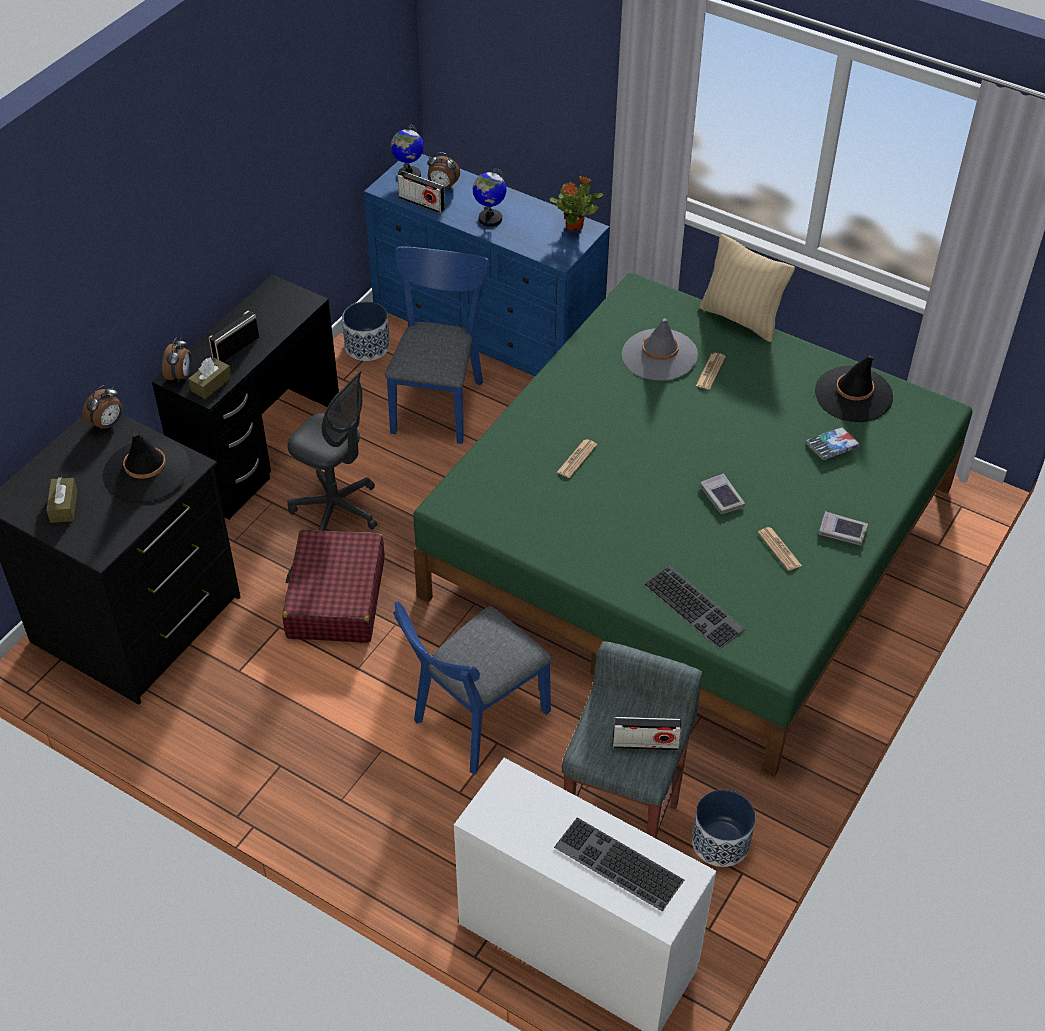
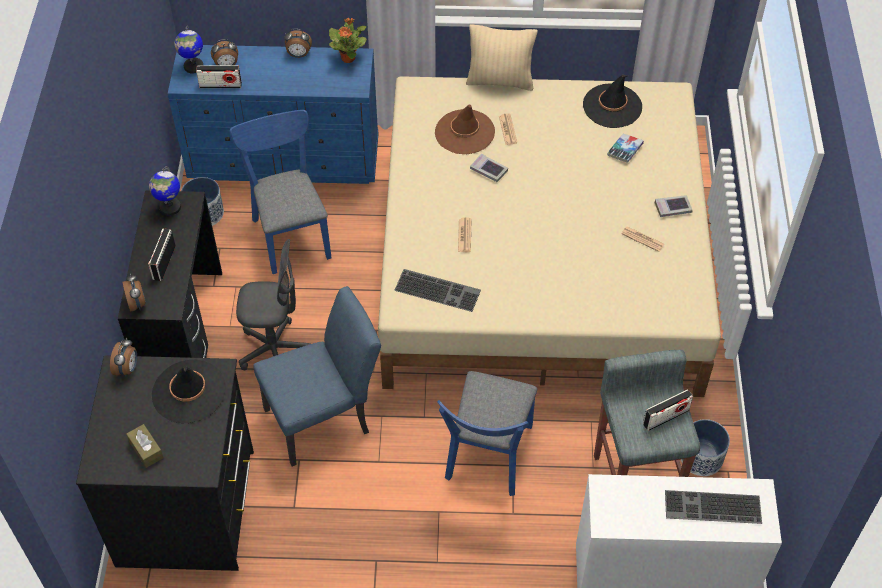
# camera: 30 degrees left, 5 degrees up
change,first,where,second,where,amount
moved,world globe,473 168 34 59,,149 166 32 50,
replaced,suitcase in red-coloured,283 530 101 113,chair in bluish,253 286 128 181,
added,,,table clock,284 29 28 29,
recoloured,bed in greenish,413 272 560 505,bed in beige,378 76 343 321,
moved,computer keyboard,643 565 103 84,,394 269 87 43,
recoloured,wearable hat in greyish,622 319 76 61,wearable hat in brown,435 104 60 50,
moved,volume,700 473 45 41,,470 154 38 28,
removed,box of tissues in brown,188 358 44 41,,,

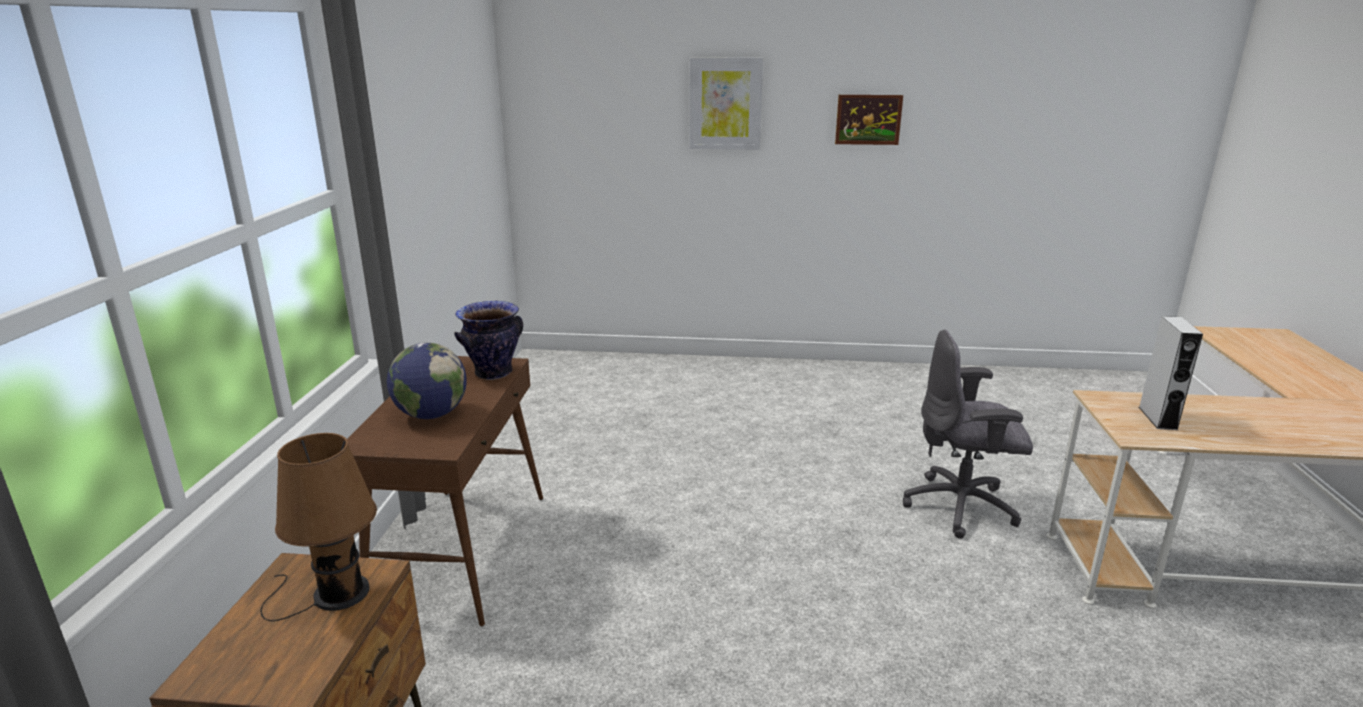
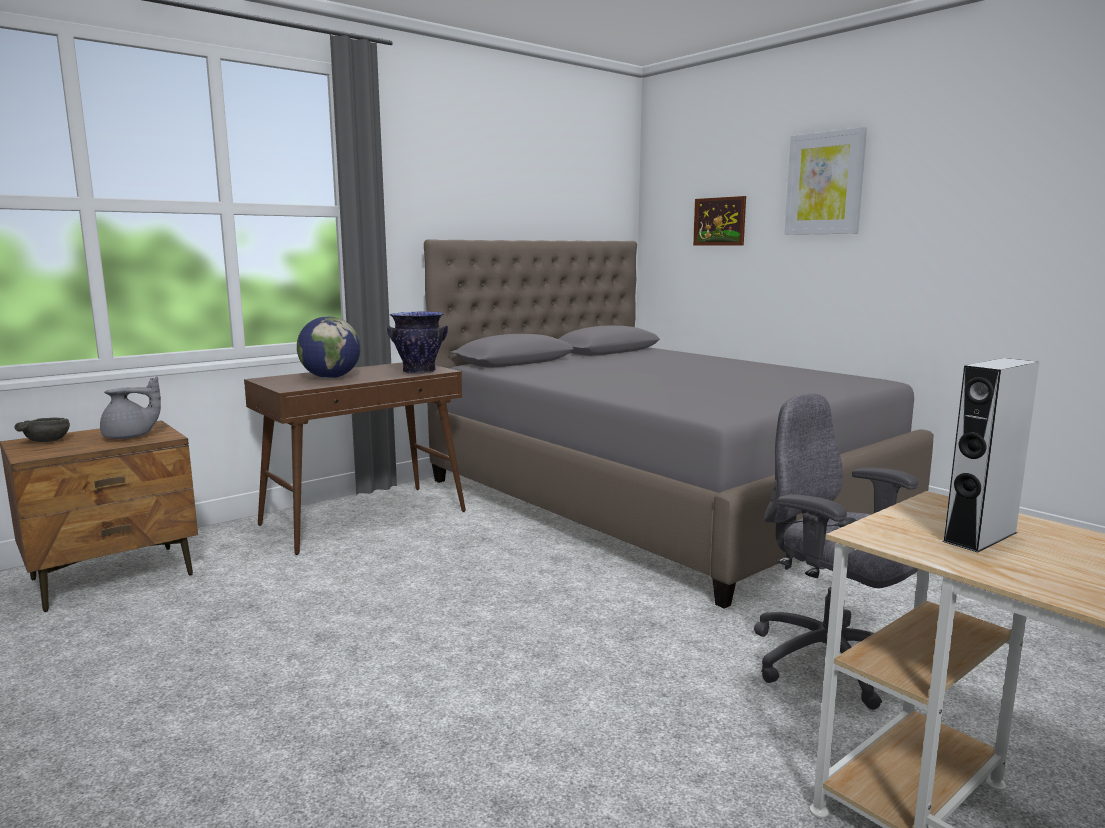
# camera: 45 degrees right, 10 degrees down
change,first,where,second,where,amount
added,,,serving bowl in greyish,14 418 56 24,
replaced,lamp for a table in brown,260 433 117 188,teapot in greyish,100 376 61 63,
added,,,bed in greyish,424 239 510 370,
moved,wall picture,835 95 68 50,,693 196 53 50,

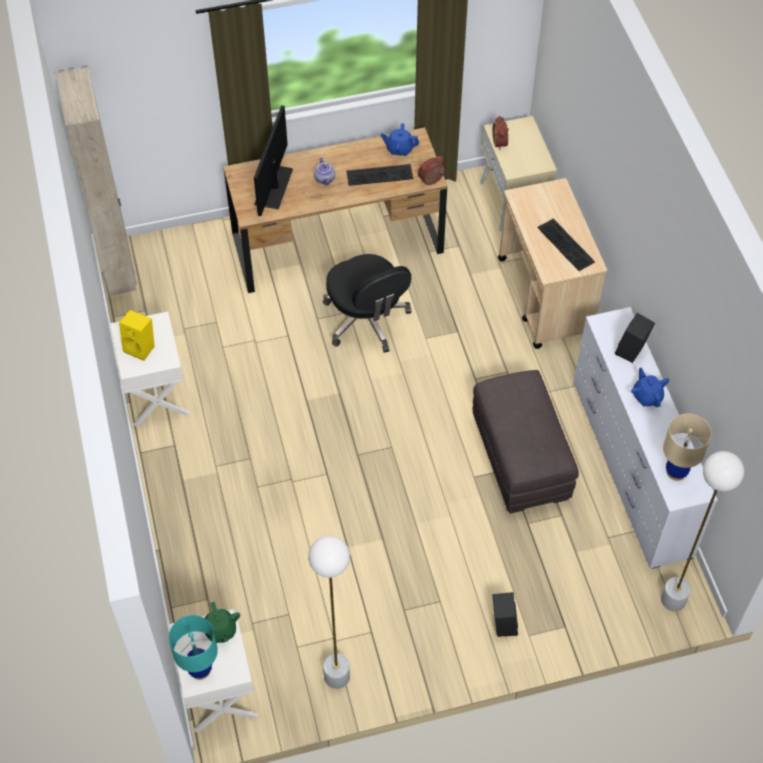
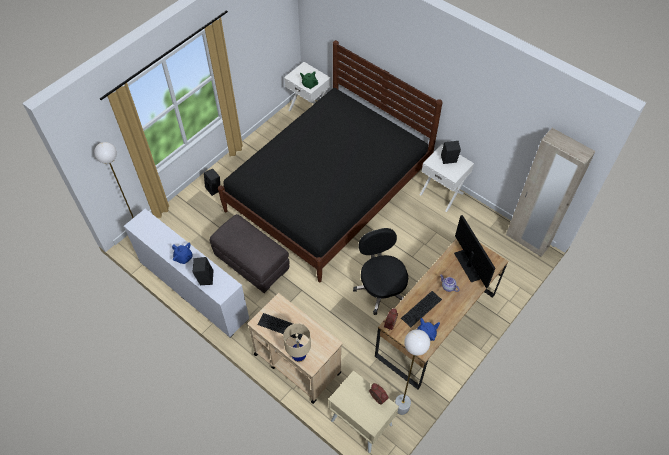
# camera: 145 degrees right, 0 degrees up
change,first,where,second,where,amount
added,,,bed in blackish,218 40 225 243,
moved,lamp for a table in beige,663 414 49 67,,283 323 28 39,
turned,computer chair in blackish,323 254 88 99,,353 228 55 87,45 degrees clockwise
moved,standard lamp in white,308 535 42 154,,395 329 35 86,
recoloured,speaker in yellow,119 310 36 51,speaker in blackish,441 141 20 23,
removed,lamp for a table in blue-green,169 615 49 65,,,

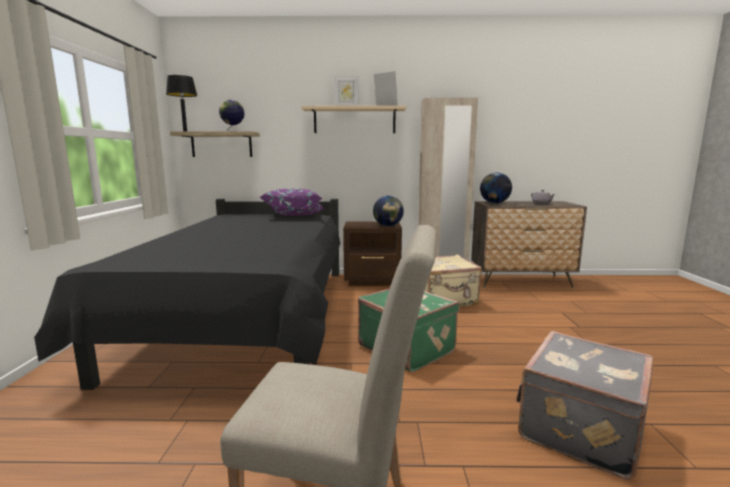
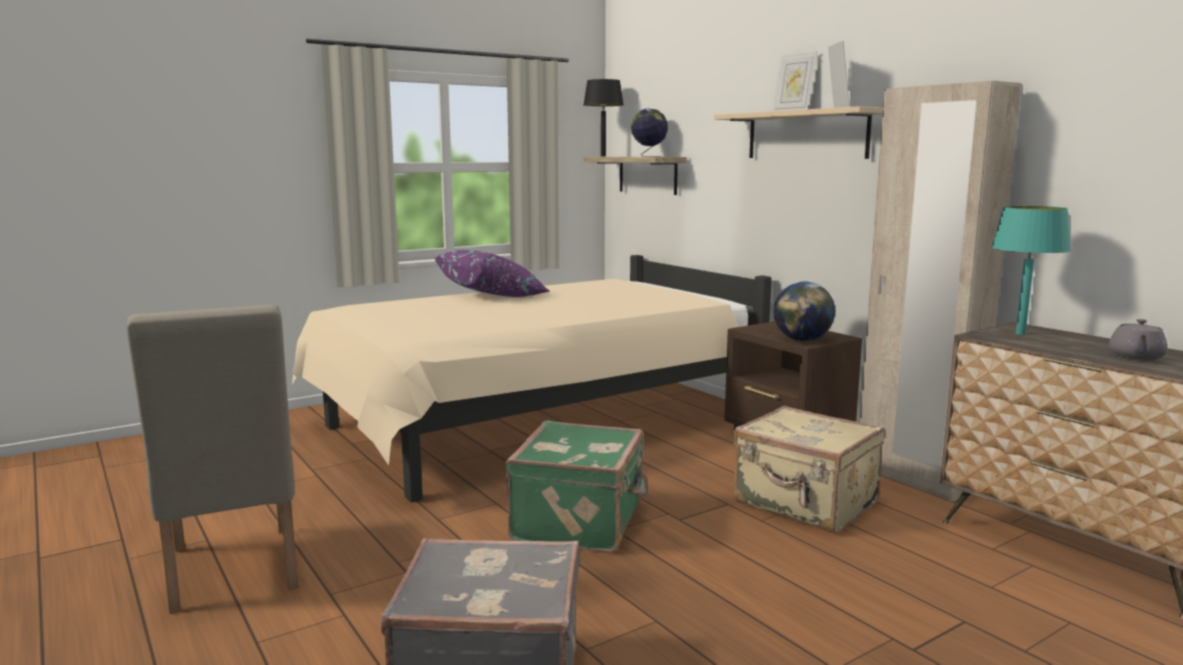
# camera: 55 degrees right, 0 degrees up
change,first,where,second,where,amount
recoloured,bed in blackish,34 199 306 191,bed in beige,292 255 480 248,
moved,throw pillow in purplish,260 189 64 26,,435 250 114 47,
replaced,world globe,480 172 32 32,lamp for a table in blue-green,992 206 79 129,

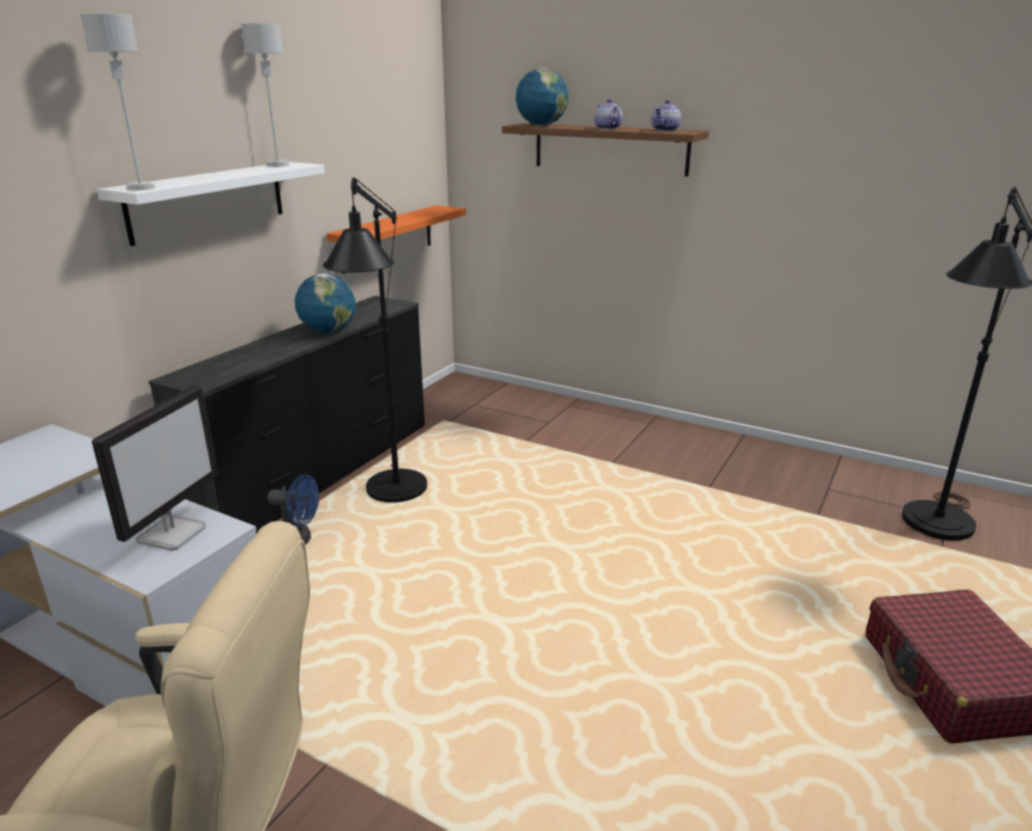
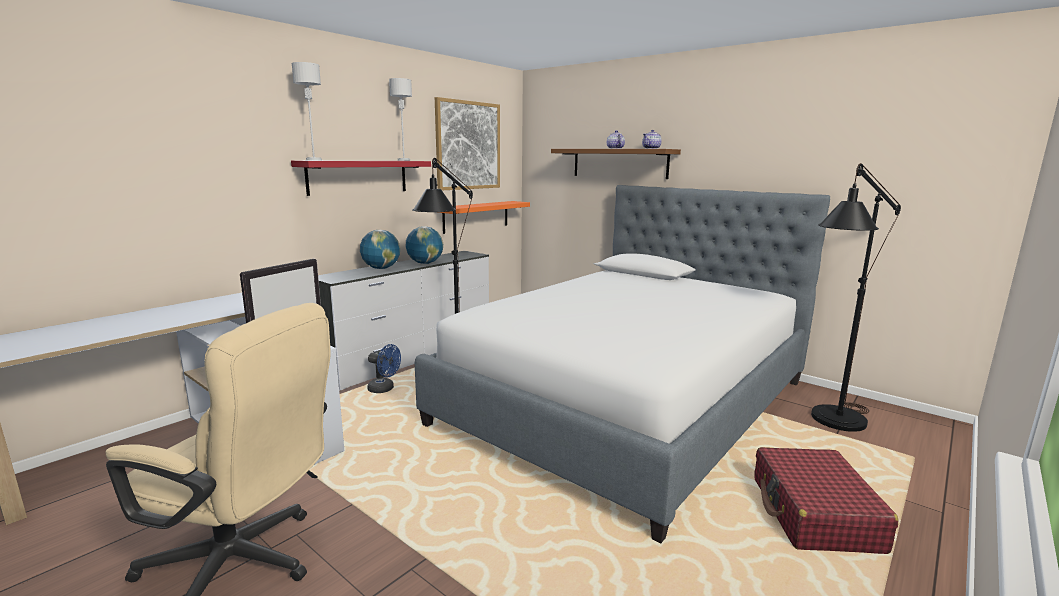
# camera: 10 degrees right, 10 degrees down
change,first,where,second,where,amount
recoloured,bracket shelf in white,97 162 228 84,bracket shelf in red-coloured,291 160 140 36,
recoloured,drawer chest in blackish,148 296 277 237,drawer chest in white,318 251 171 140,
moved,world globe,516 68 53 58,,360 230 40 39,
added,,,bed,415 185 415 358,
added,,,wall picture,435 97 65 93,

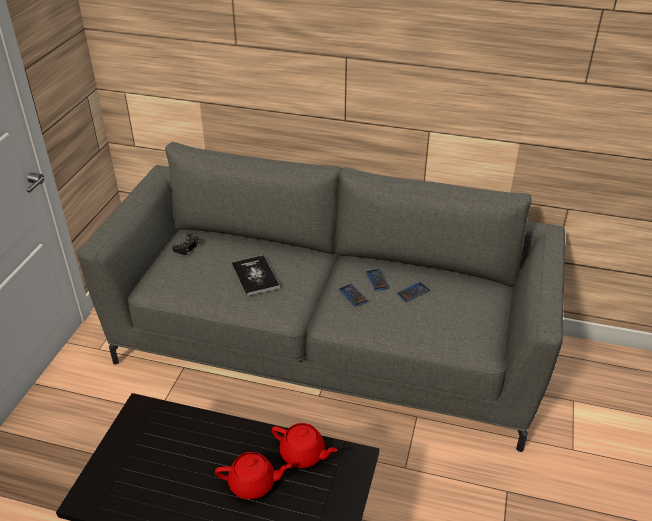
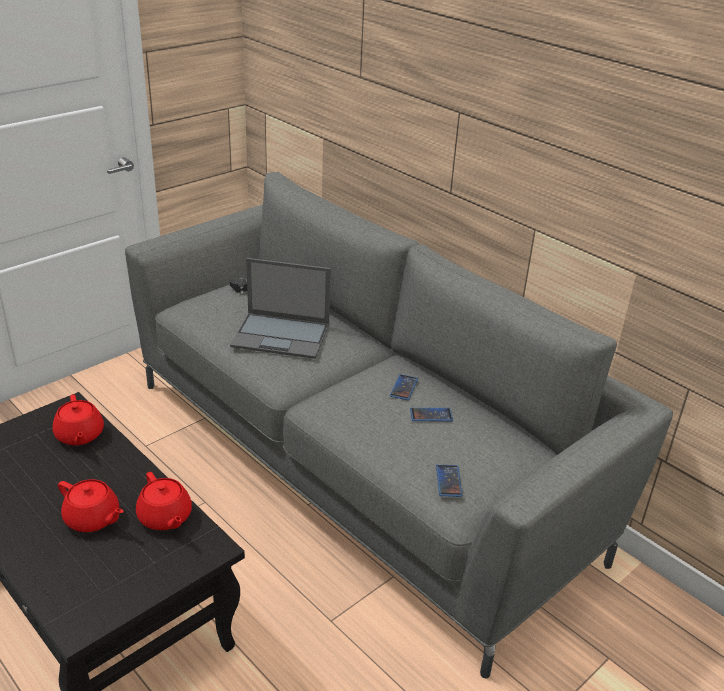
# camera: 30 degrees right, 5 degrees down
change,first,where,second,where,amount
added,,,teapot in red-coloured,53 394 51 52,
replaced,volume,232 255 48 41,notebook computer,230 258 101 101,
moved,phone,338 284 30 23,,436 465 26 32,

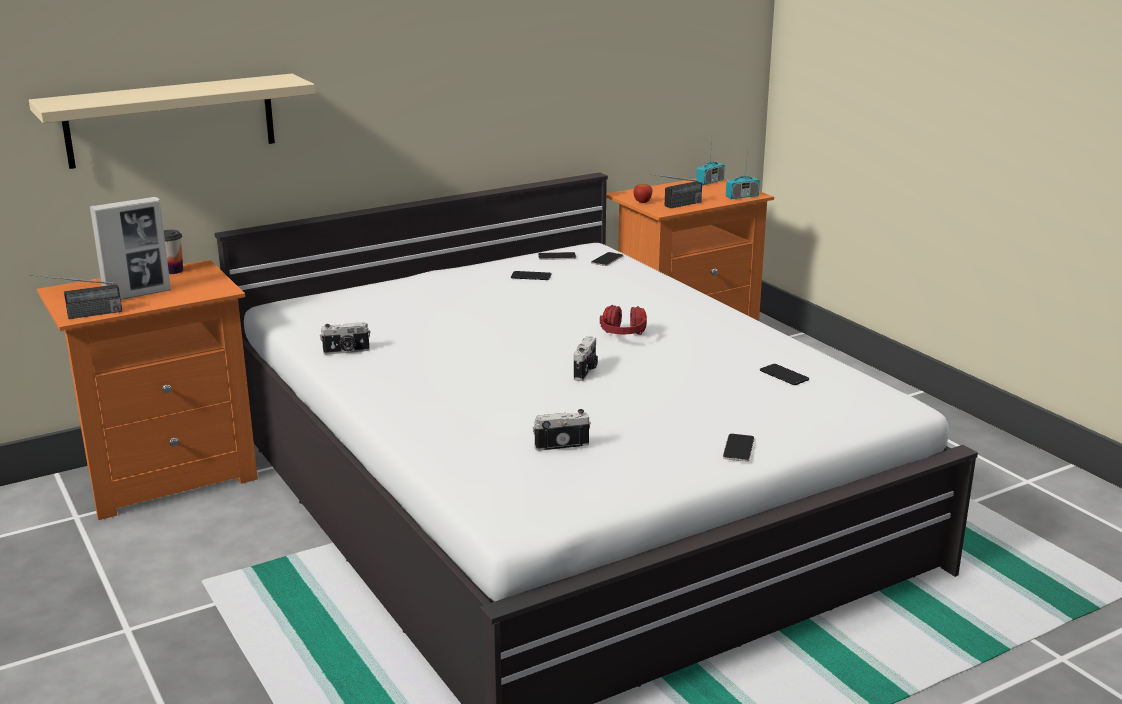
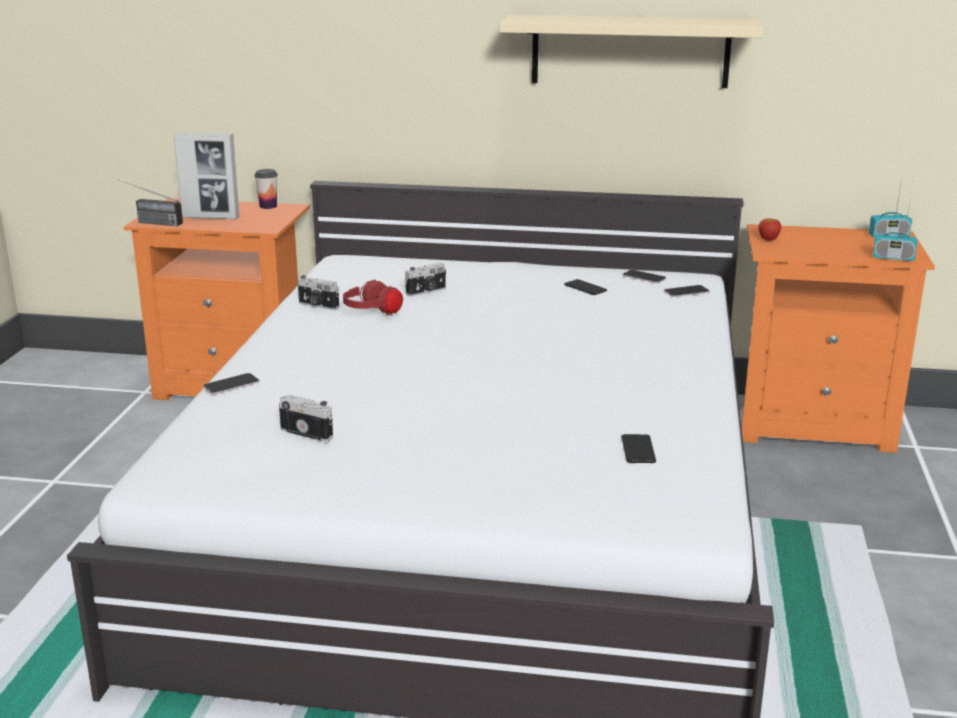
# camera: 40 degrees right, 0 degrees up
change,first,where,second,where,amount
moved,phone,723 434 31 28,,203 373 56 21,
moved,headphones in red-coloured,600 304 47 31,,343 280 60 35,
moved,photo camera,574 336 24 45,,405 263 41 34,
moved,bracket shelf in beige,29 74 286 95,,500 14 263 74,
removed,radio set,649 174 53 34,,,

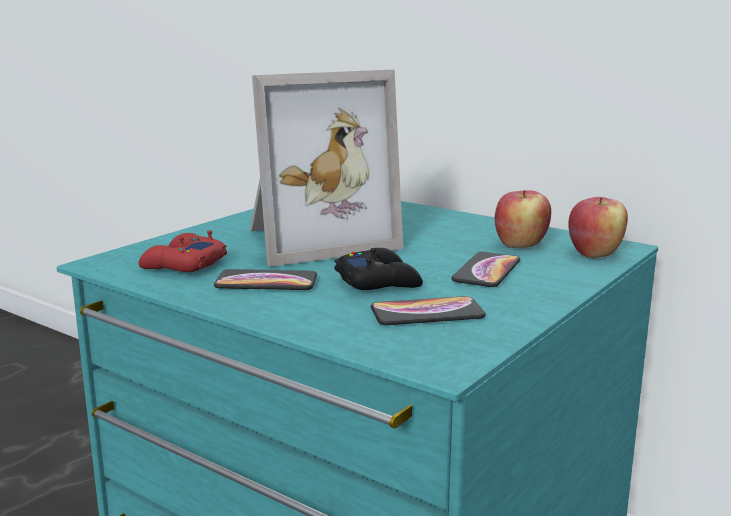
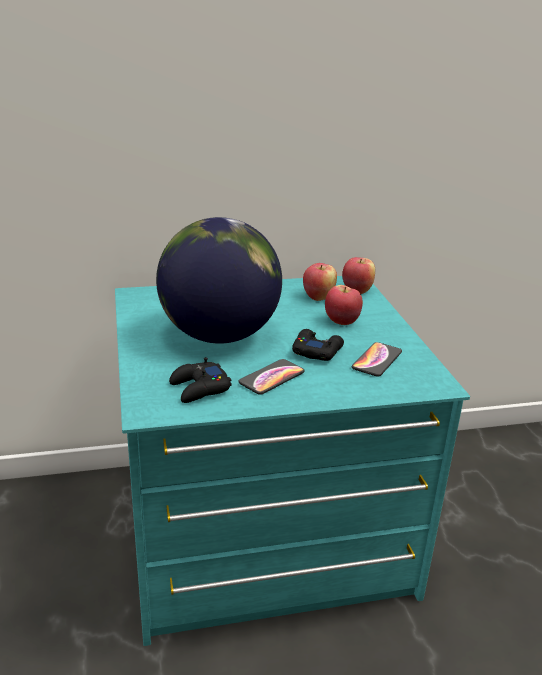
# camera: 50 degrees left, 10 degrees up
change,first,where,second,where,amount
replaced,picture frame,250 69 153 198,world globe,156 217 126 127,
recoloured,joypad in red-coloured,139 230 88 42,joypad in blackish,169 357 63 46,
replaced,phone,451 252 69 35,whole apple,325 285 38 40,

